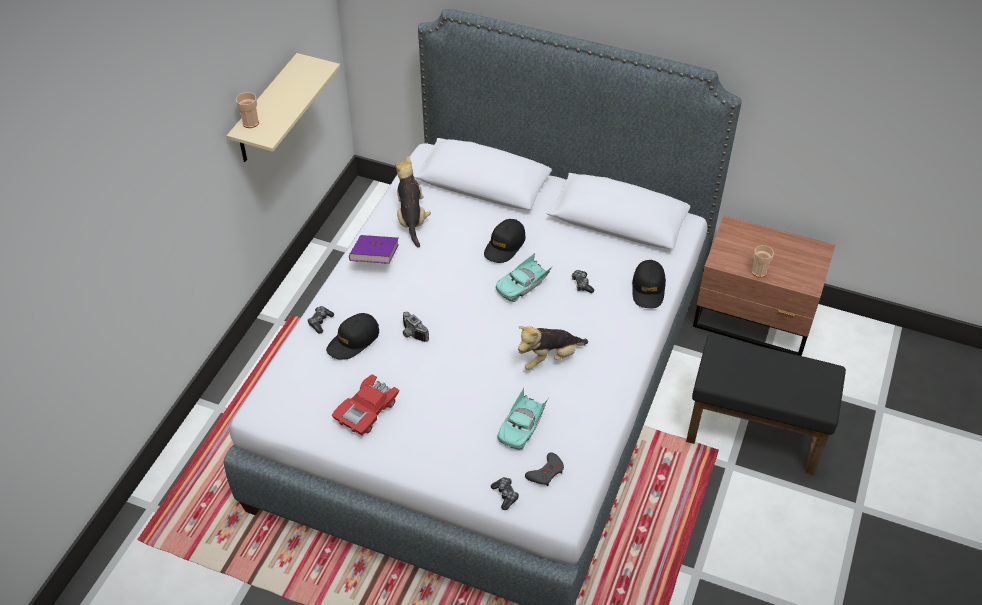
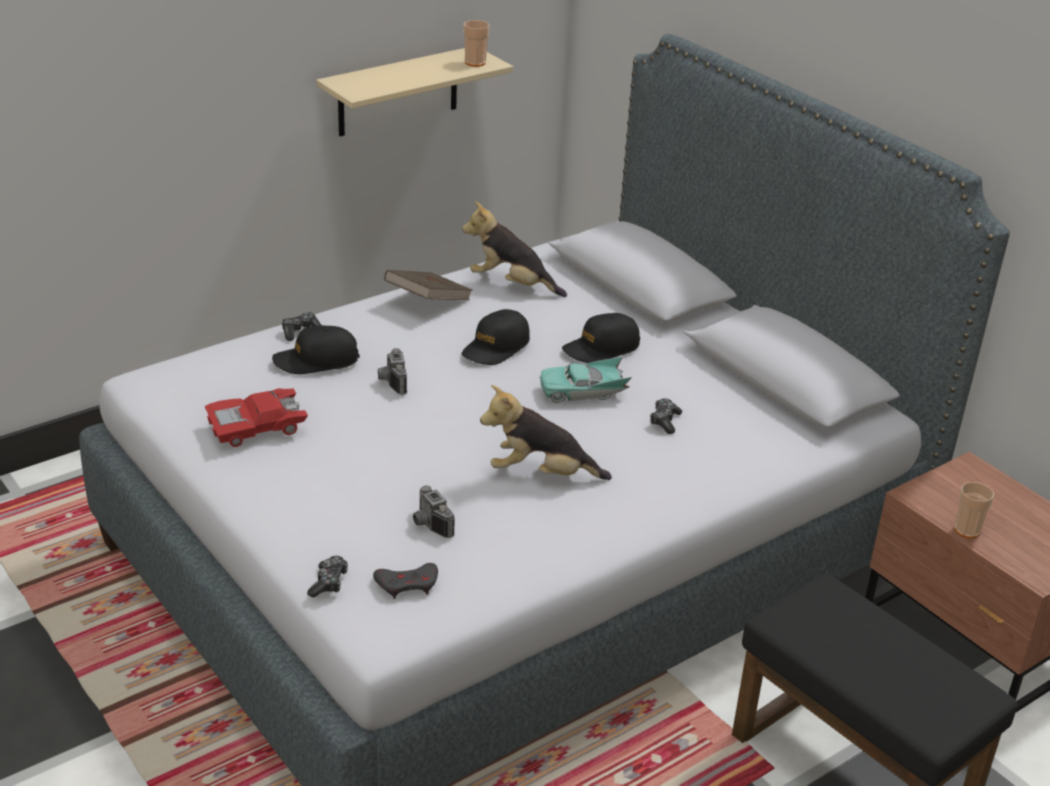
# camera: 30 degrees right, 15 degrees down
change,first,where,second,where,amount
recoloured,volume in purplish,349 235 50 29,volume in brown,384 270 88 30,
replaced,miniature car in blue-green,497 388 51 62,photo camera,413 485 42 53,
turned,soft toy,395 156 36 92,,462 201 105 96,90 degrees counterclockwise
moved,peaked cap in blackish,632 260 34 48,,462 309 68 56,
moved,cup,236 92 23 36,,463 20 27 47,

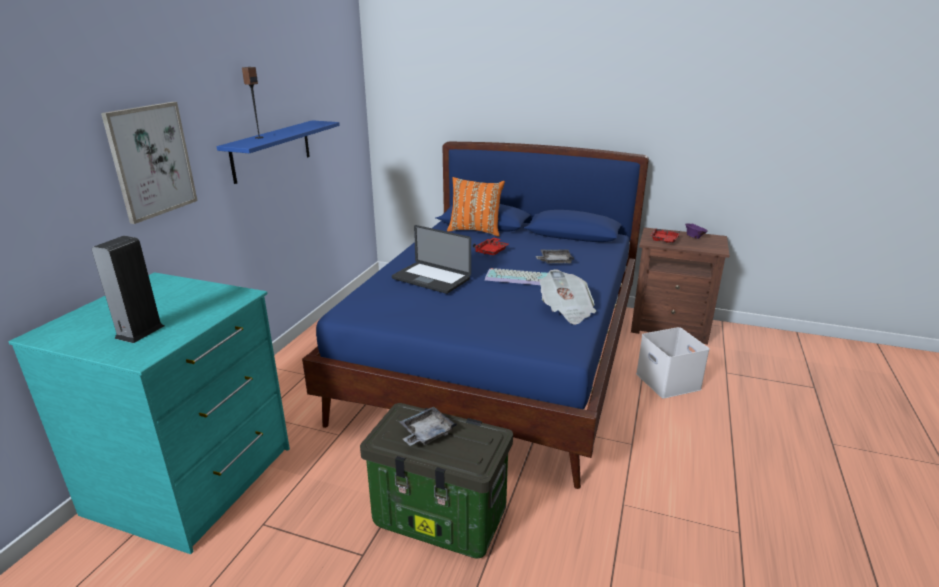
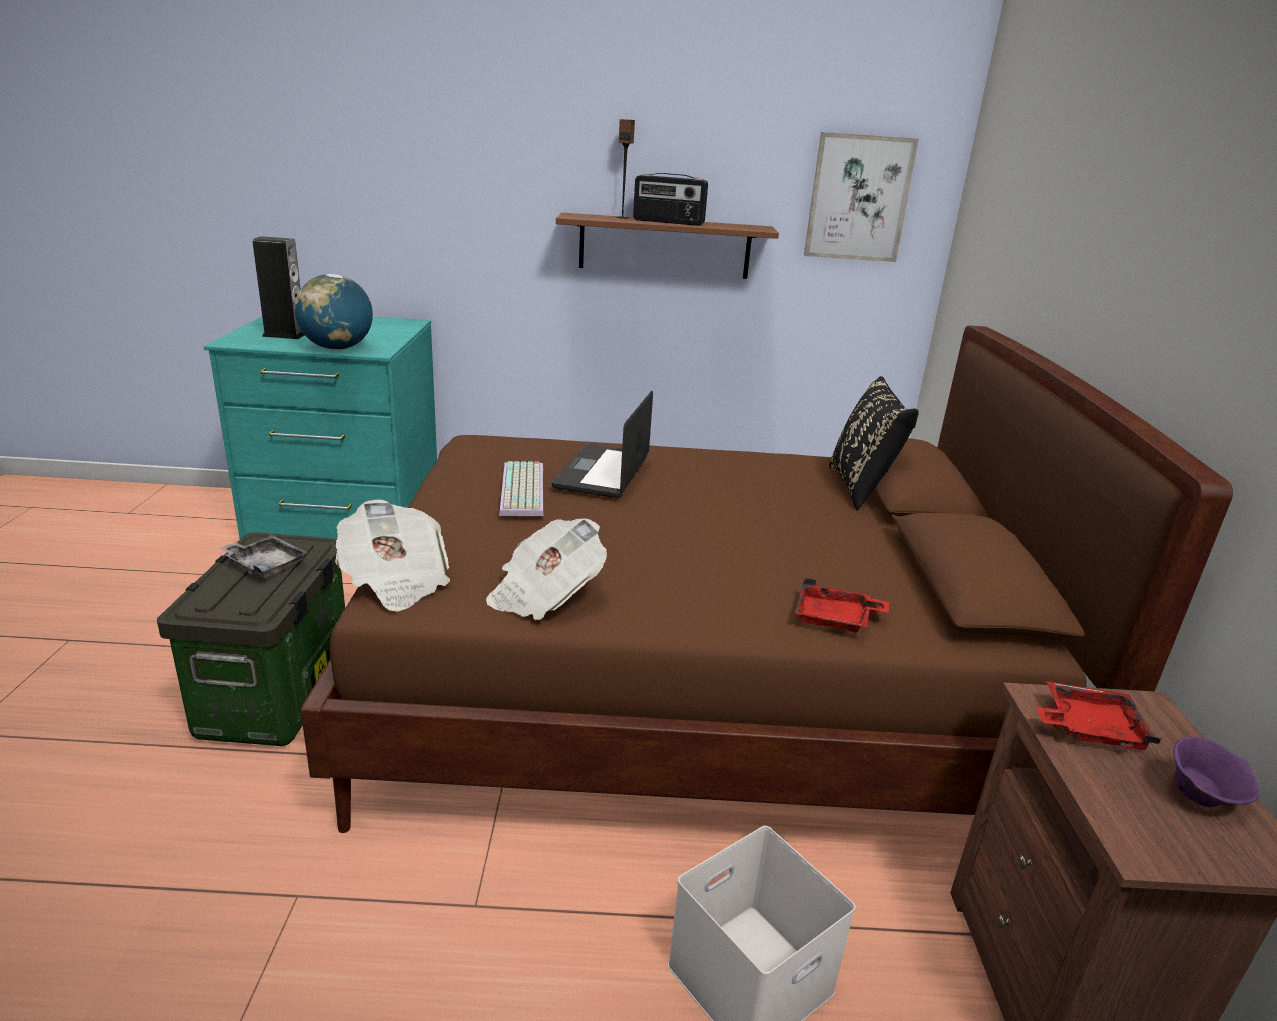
# camera: 70 degrees right, 0 degrees up
change,first,where,second,where,amount
added,,,world globe,294 274 79 76,
recoloured,bed in bluish,302 141 347 348,bed in brown,300 325 933 508,
added,,,newspaper,335 499 115 113,
moved,computer keyboard,485 268 62 17,,499 461 45 55,
recoloured,bracket shelf in bluish,216 120 124 64,bracket shelf in brown,556 213 223 66,
added,,,radio set,633 173 75 53,
moved,serving tray in red-coloured,473 238 35 17,,795 578 95 55,
moved,wall picture,101 102 97 122,,804 132 115 130,
recoloured,throw pillow in orangey,447 177 58 60,throw pillow in blackish,829 376 90 134,
removed,serving tray in greyish,536 250 38 14,,,

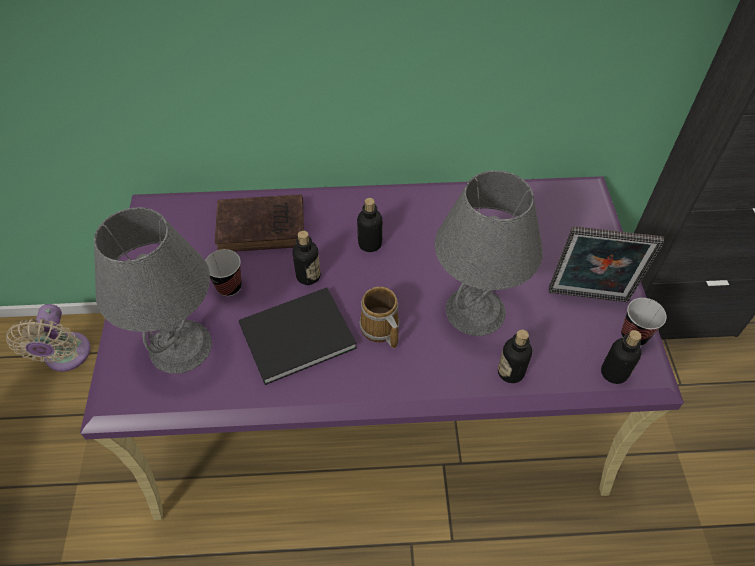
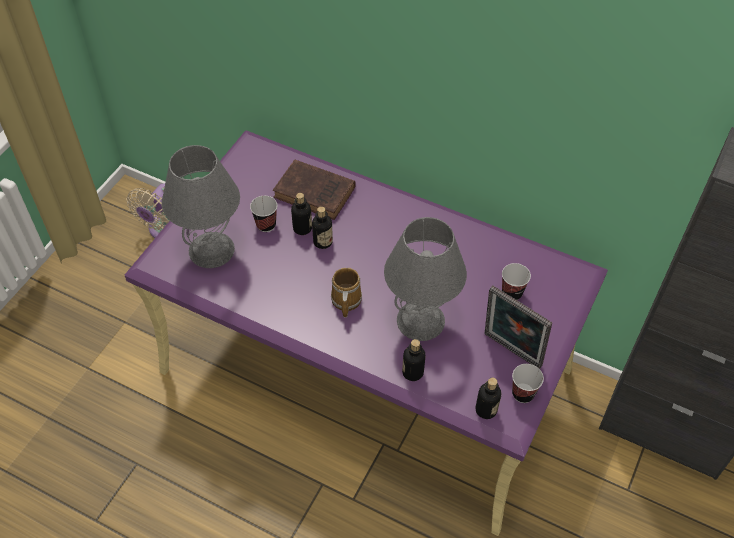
# camera: 30 degrees right, 0 degrees up
change,first,where,second,where,amount
moved,bottle,357 198 26 54,,291 193 21 42,
added,,,cup,502 263 29 37,
removed,volume in blackish,239 287 118 98,,,

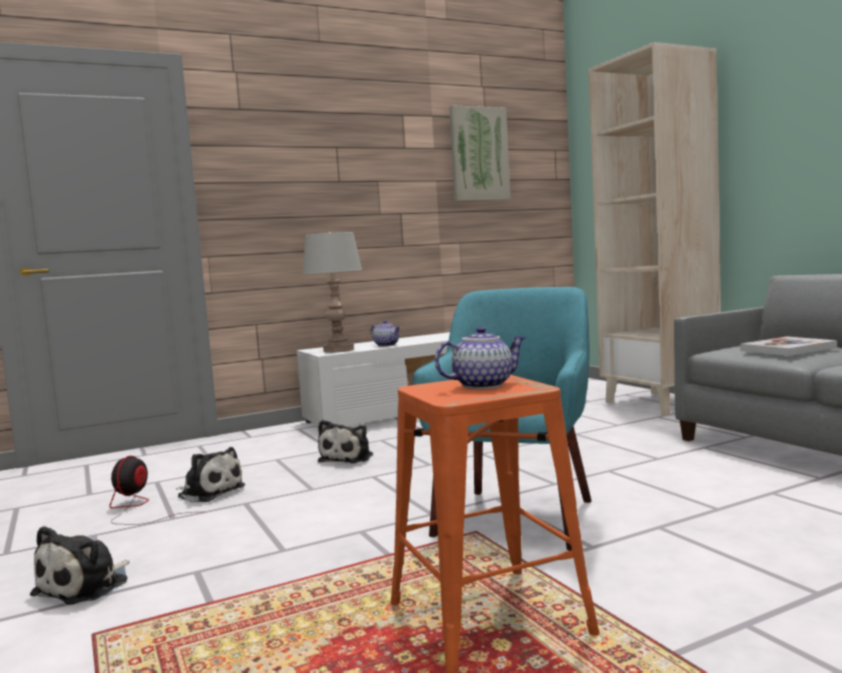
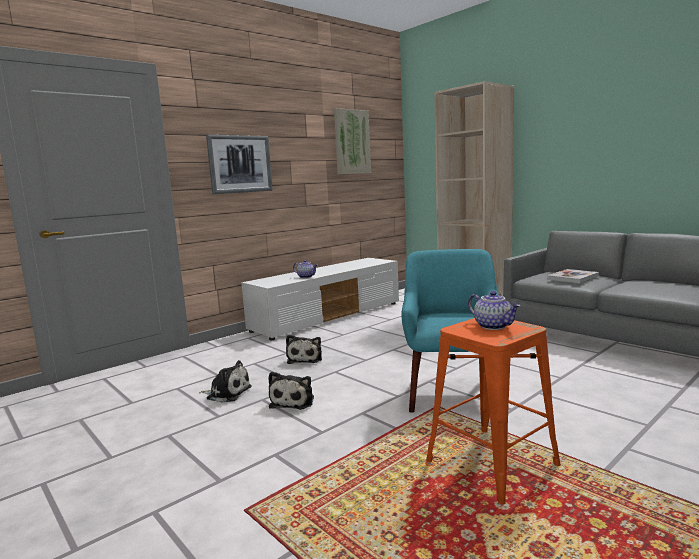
# camera: 15 degrees left, 5 degrees up
change,first,where,second,where,amount
added,,,wall picture,206 135 67 59,
moved,soft toy,30 526 99 79,,268 372 46 38,
turned,teapot,435 326 91 63,,468 291 53 39,90 degrees clockwise
removed,cooling fan,110 456 82 69,,,
removed,lamp for a table in greyish,302 232 60 121,,,

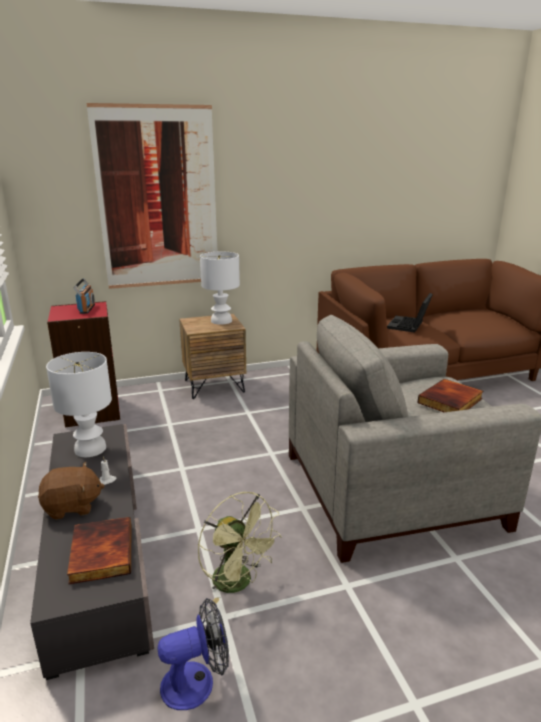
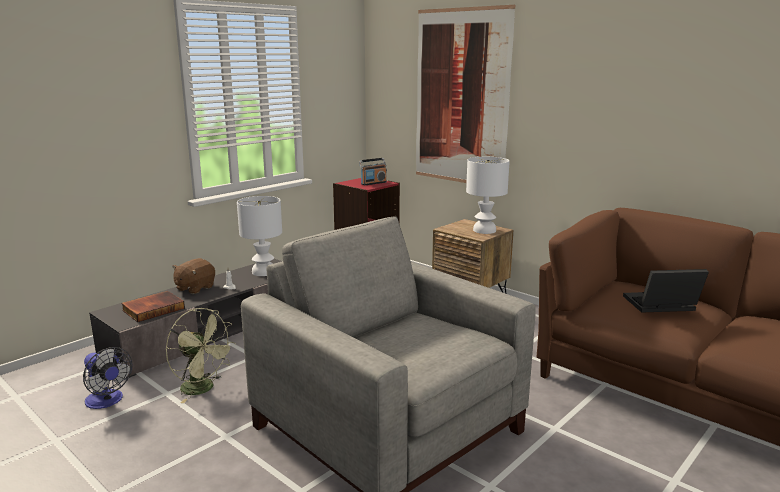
# camera: 60 degrees right, 5 degrees down
change,first,where,second,where,amount
turned,cooling fan in greenish,198 492 84 114,,166 308 70 95,75 degrees counterclockwise
turned,soft toy in brown,38 462 66 58,,172 258 43 36,75 degrees clockwise
removed,volume,418 379 65 33,,,

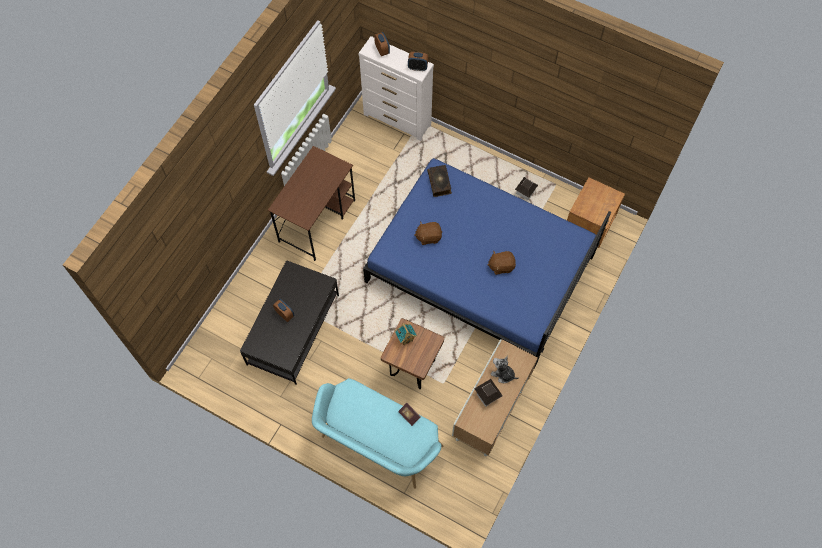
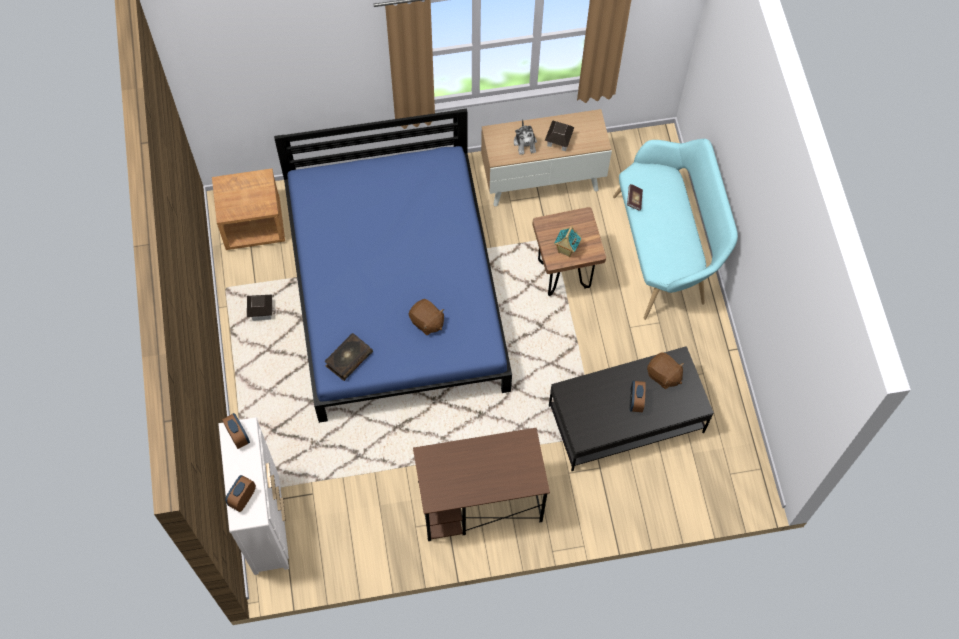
# camera: 130 degrees left, 0 degrees up
change,first,where,second,where,amount
moved,soft toy in brown,487 251 29 24,,647 353 37 36,

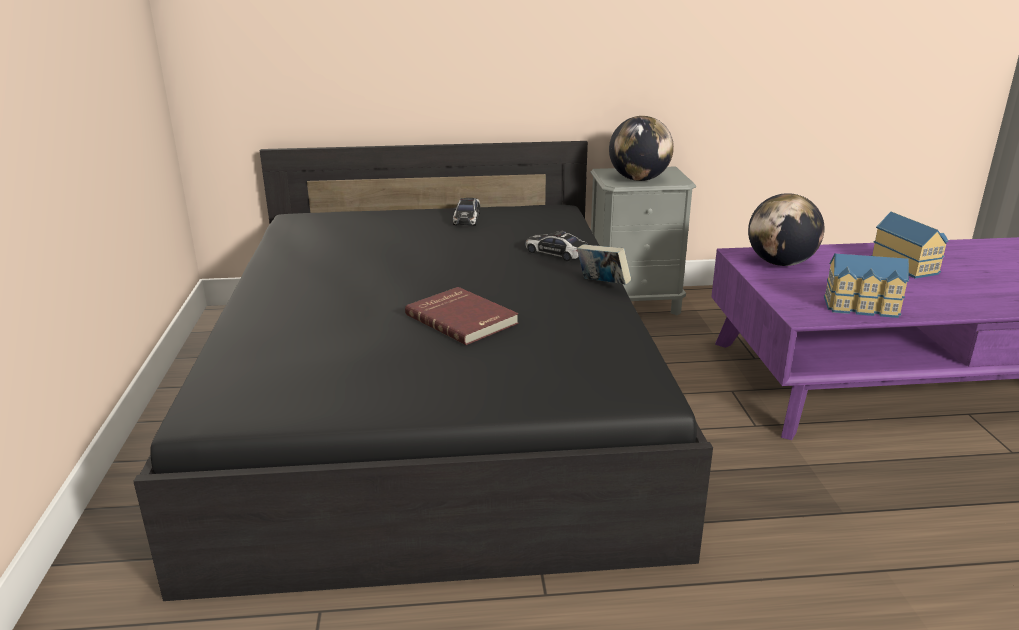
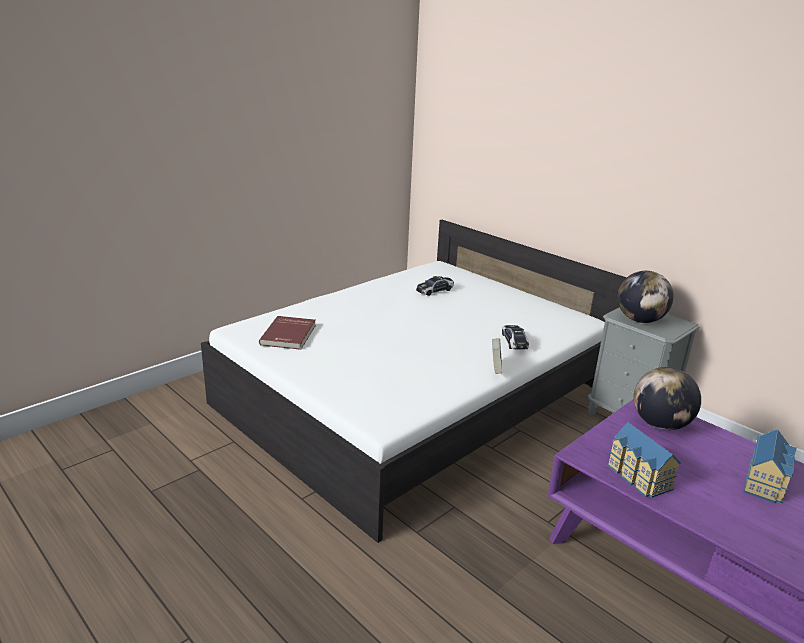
# camera: 50 degrees right, 0 degrees up
change,first,where,second,where,amount
recoloured,bed in blackish,133 141 580 460,bed in white,201 220 426 323,
moved,volume in red-coloured,405 287 113 58,,259 316 57 34,
moved,miniature car,453 198 27 27,,416 276 38 20,

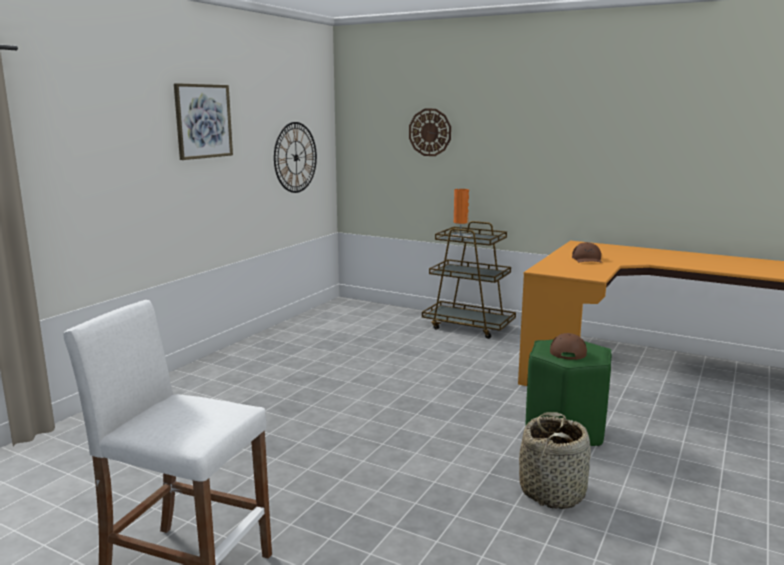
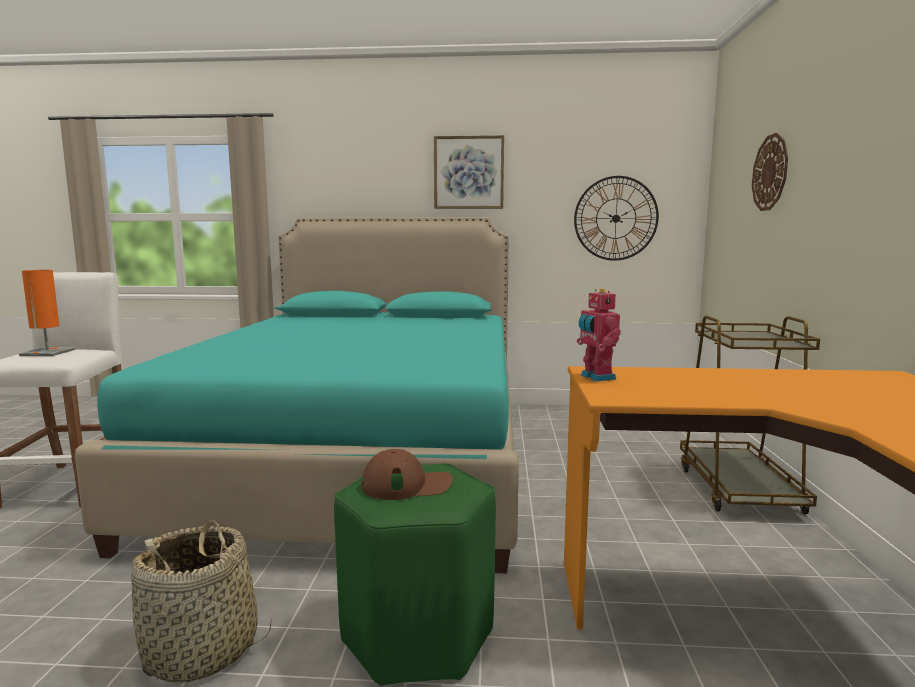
# camera: 65 degrees right, 5 degrees down
change,first,where,second,where,amount
moved,lamp for a table in orangey,450 189 23 51,,19 270 56 86,
added,,,bed in blue-green,75 217 444 356,
added,,,robot figure,577 288 44 93,
removed,peaked cap in brown,572 242 30 21,,,

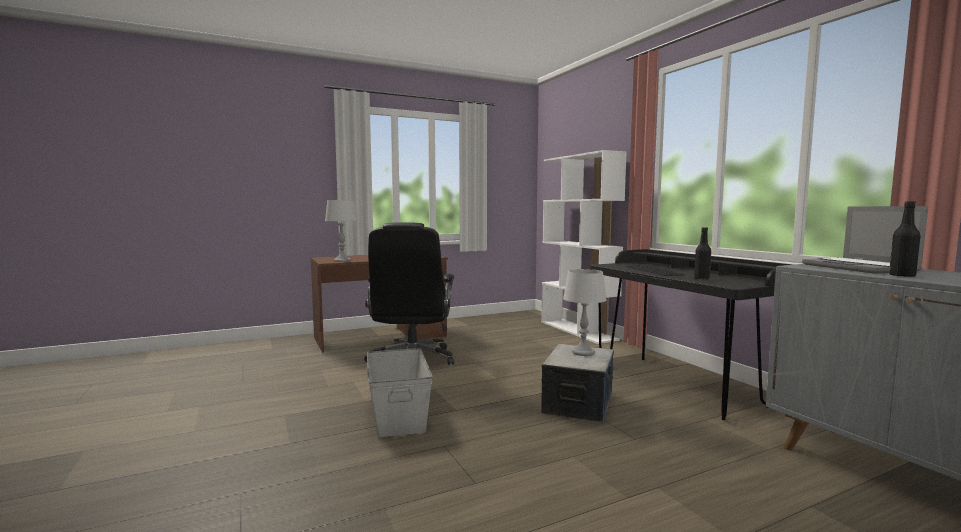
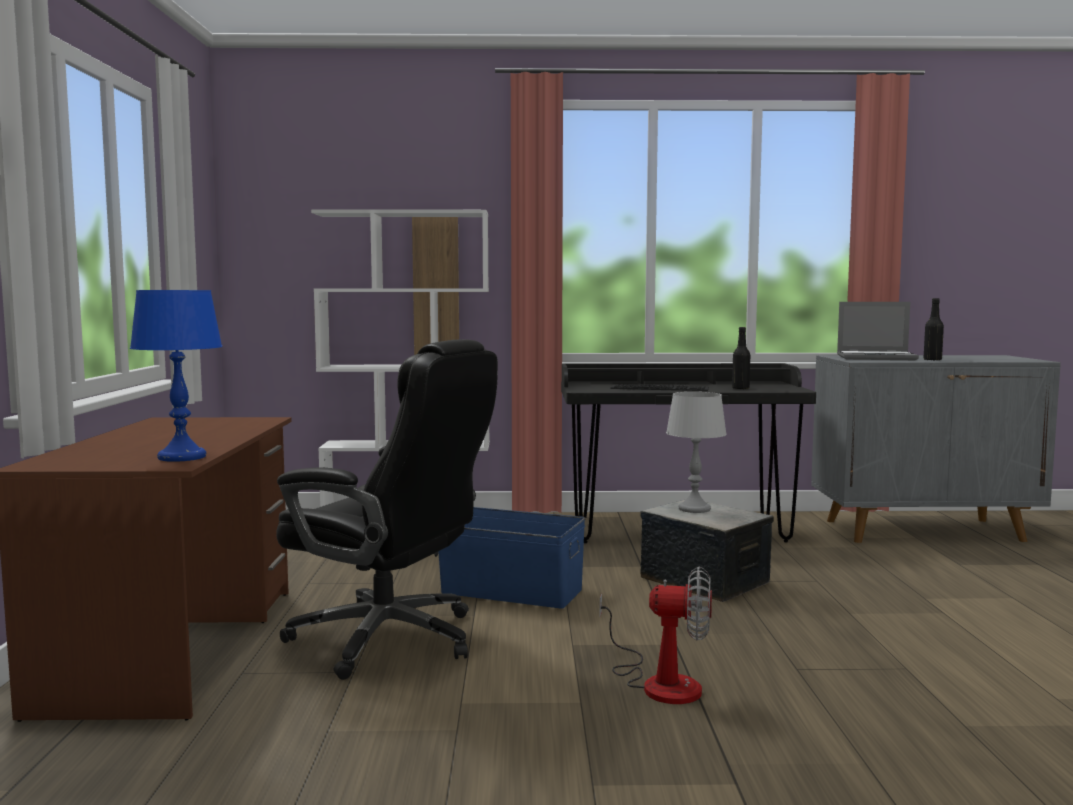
# camera: 65 degrees left, 0 degrees up
change,first,where,second,where,amount
recoloured,lamp for a table in greyish,325 200 32 62,lamp for a table in bluish,130 290 92 172,
added,,,storage container in bluish,438 507 148 102,
replaced,storage container in greyish,367 348 66 89,cooling fan,600 567 112 137,

